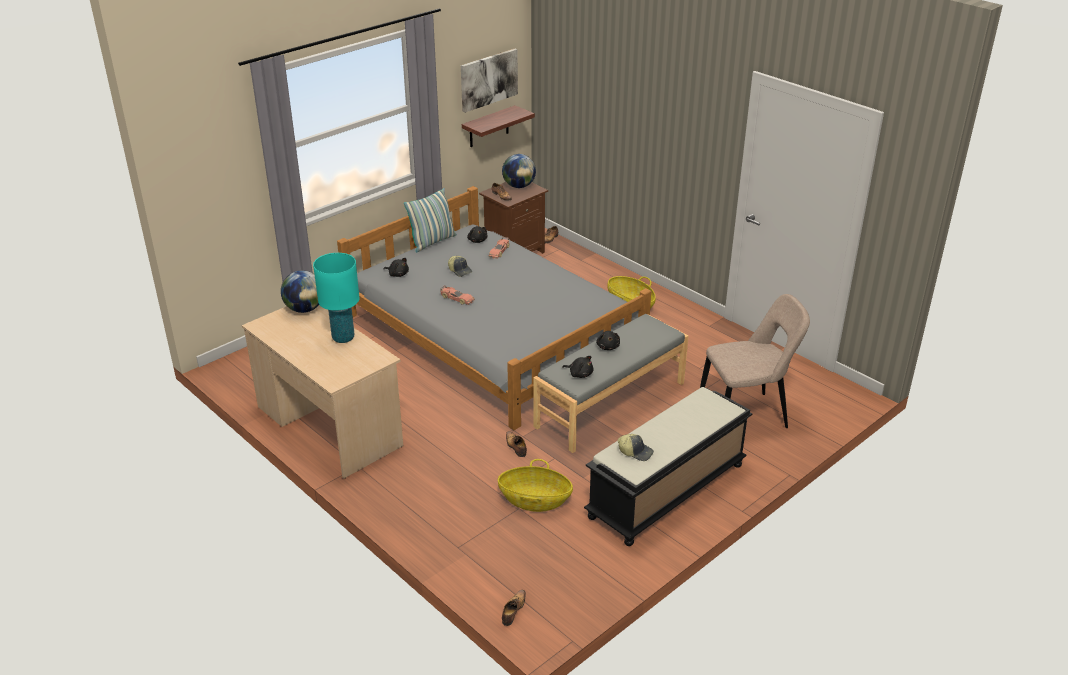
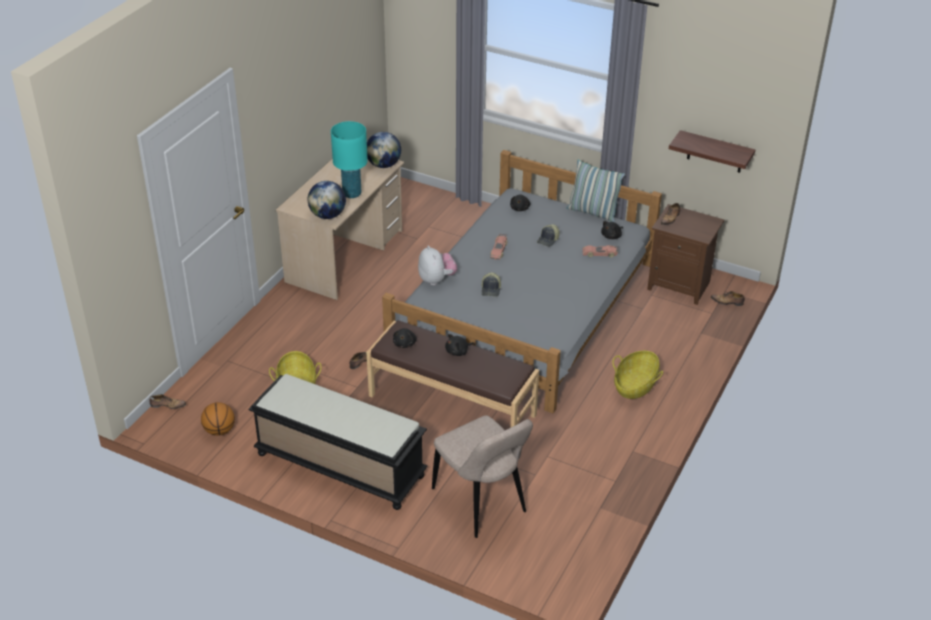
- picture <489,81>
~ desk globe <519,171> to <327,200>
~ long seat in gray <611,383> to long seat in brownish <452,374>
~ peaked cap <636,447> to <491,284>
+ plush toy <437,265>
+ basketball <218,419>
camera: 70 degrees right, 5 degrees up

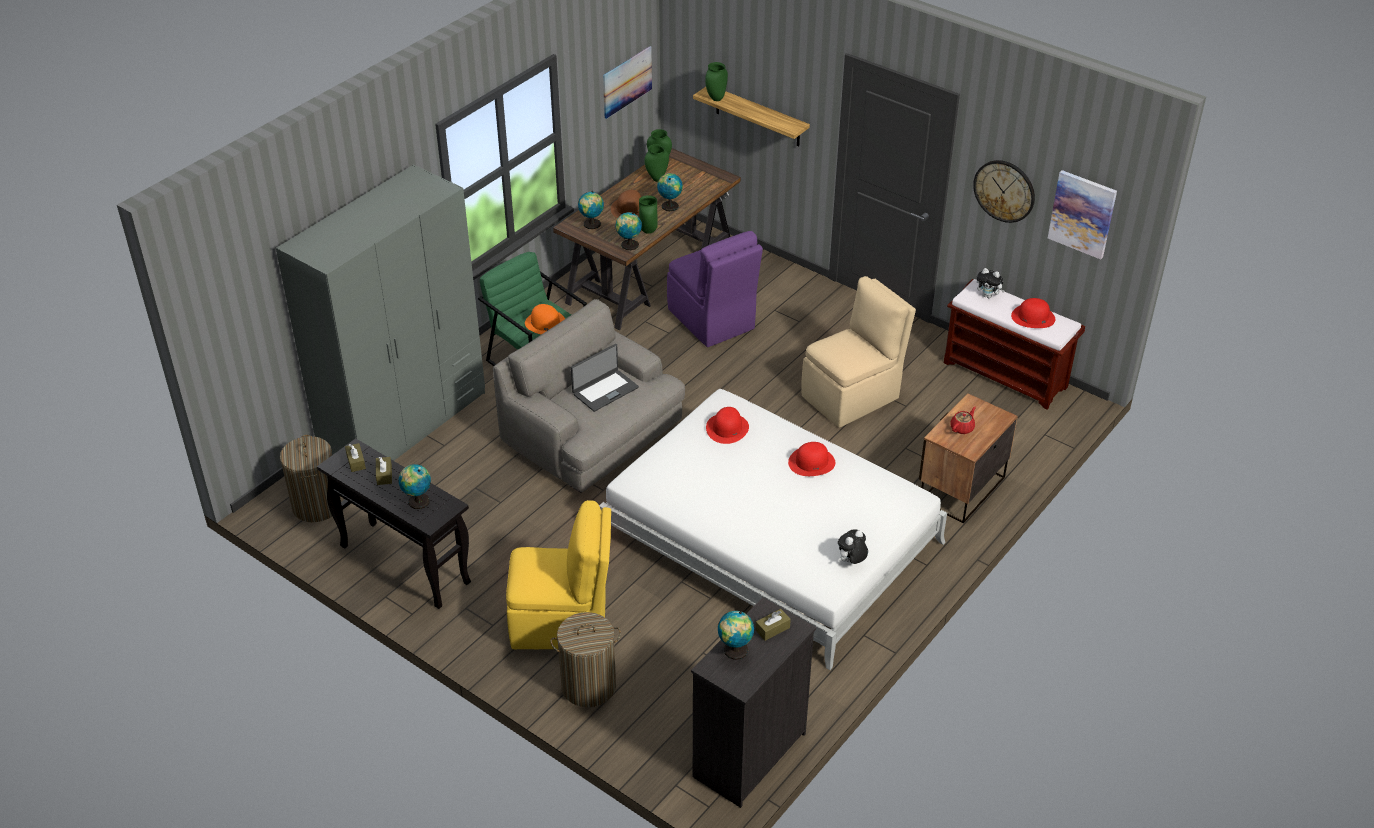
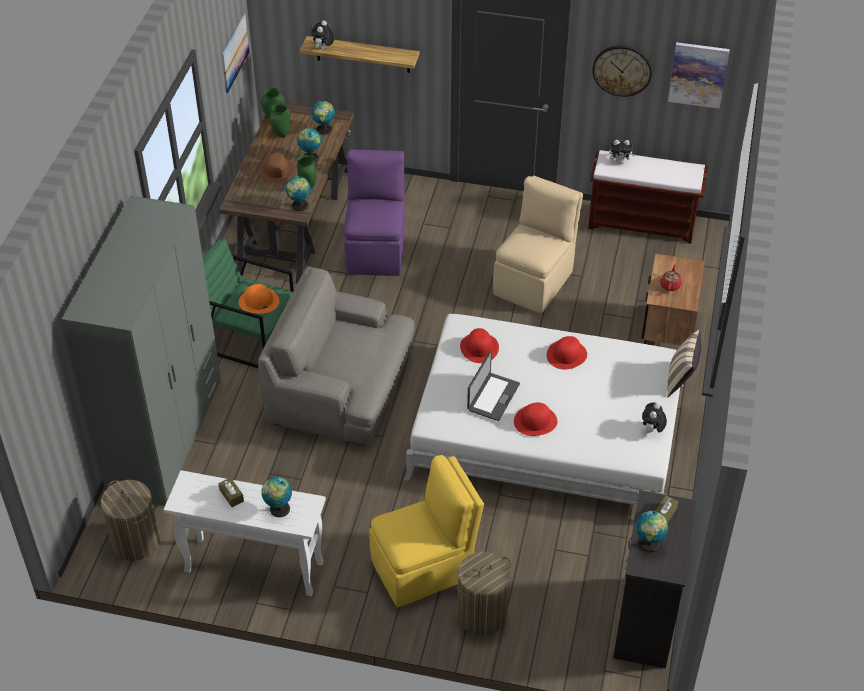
~ vase in green-coloured <716,81> to plush toy <322,34>
~ desk globe <591,210> to <323,117>
~ plain chair in purple-coloured <715,289> = <374,212> 120 degrees counterclockwise
~ wearable hat in reddish <1033,313> to <535,419>
~ portable computer <605,378> to <493,386>
~ hall table in black <394,523> to hall table in white <245,533>
- box of tissues in brownish <355,457>
+ throw pillow in beige-coloured <684,363>
camera: 25 degrees left, 5 degrees up

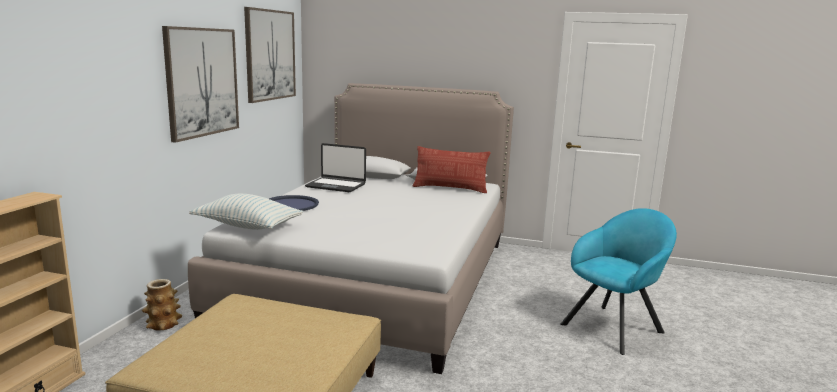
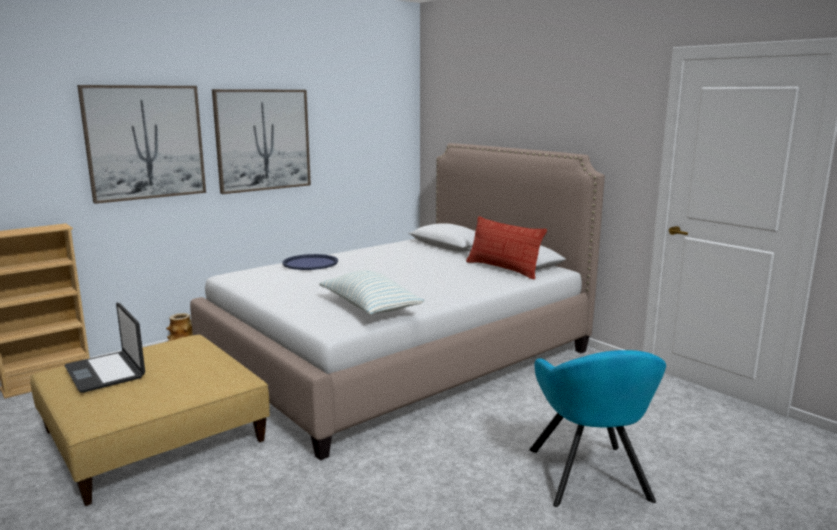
~ picture <270,55> to <141,144>
~ portable computer <335,167> to <105,348>
~ throw pillow <246,212> to <371,292>
~ easy chair in turquoise-coloured <619,281> = <597,428> 90 degrees clockwise
camera: 35 degrees right, 0 degrees up

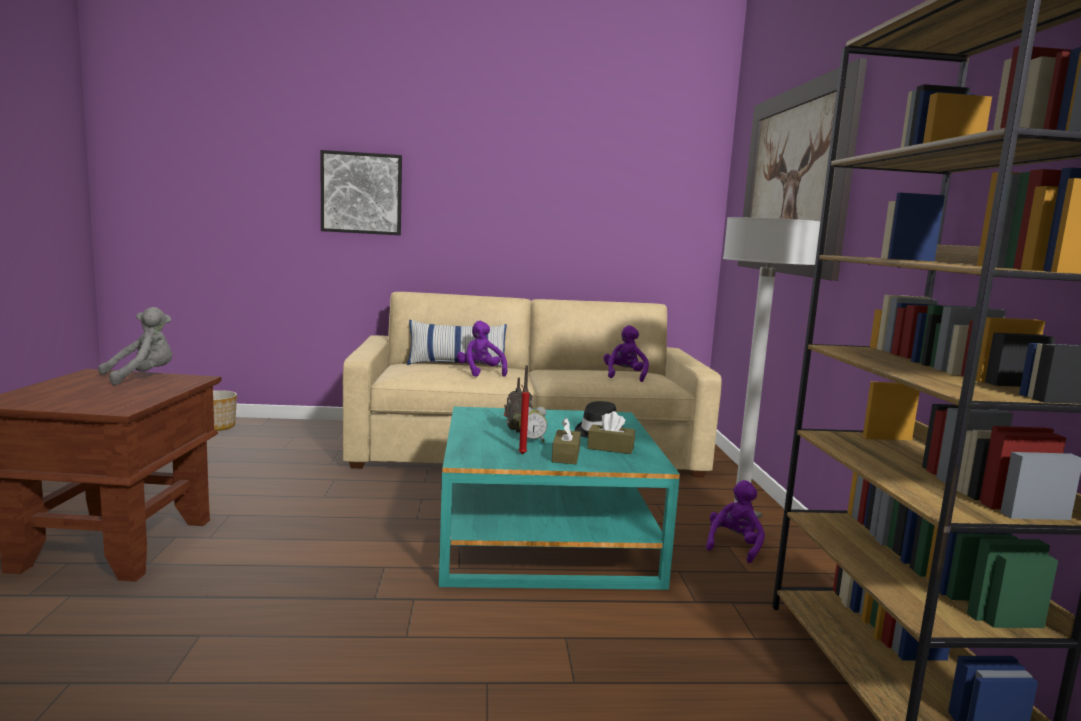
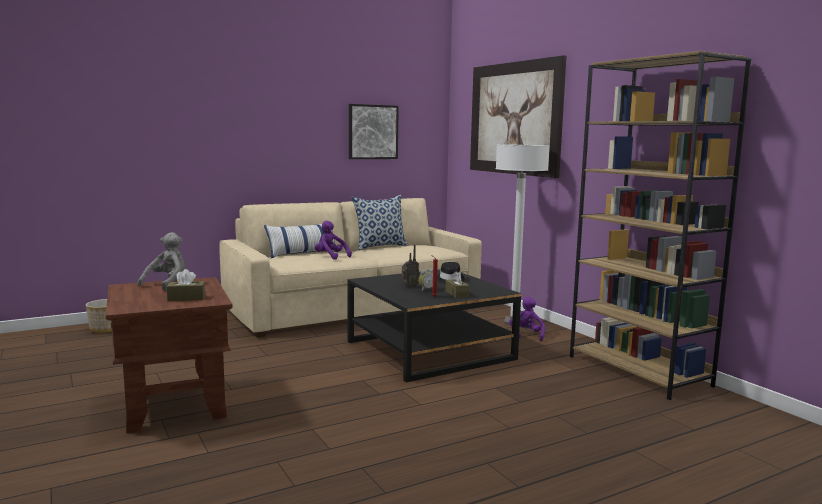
~ picture <361,192> to <374,131>
- plush toy in purple-coloured <626,353>
~ coffee table in turquoise-coloured <559,498> to coffee table in black <434,325>
~ box of tissues in brownish <611,432> to <186,285>
+ throw pillow <380,222>
camera: 25 degrees left, 0 degrees up

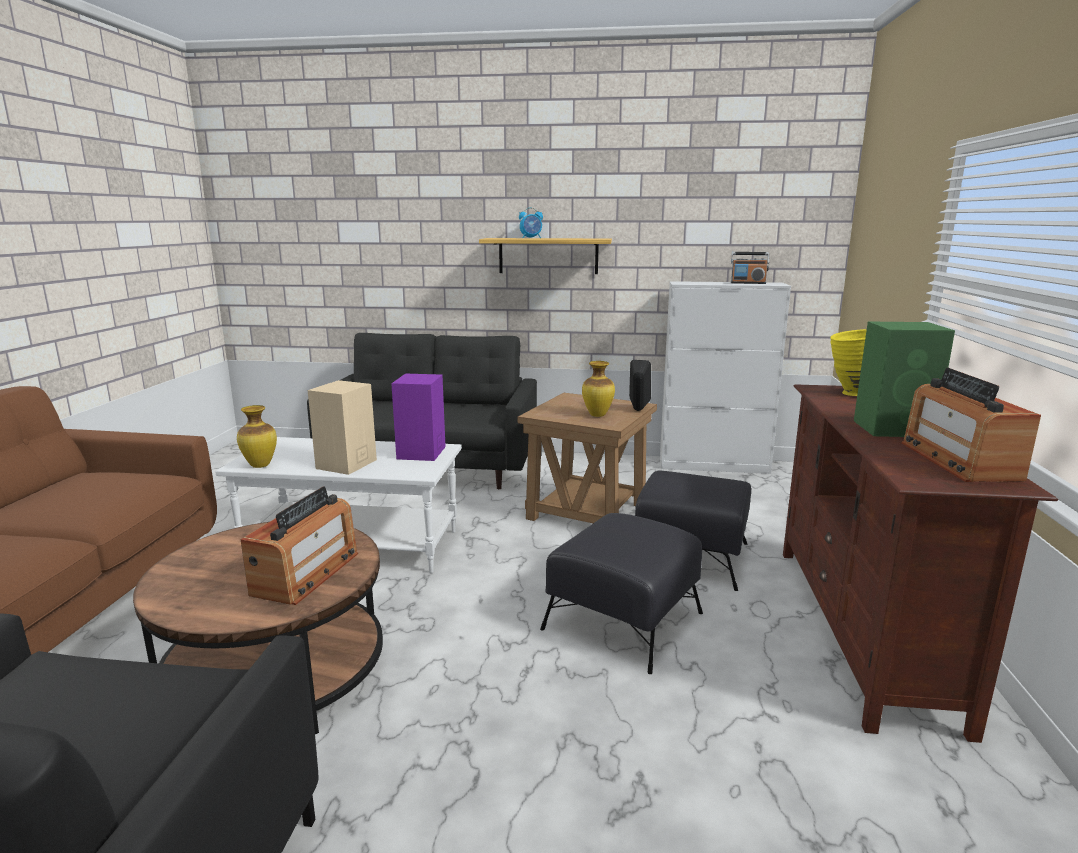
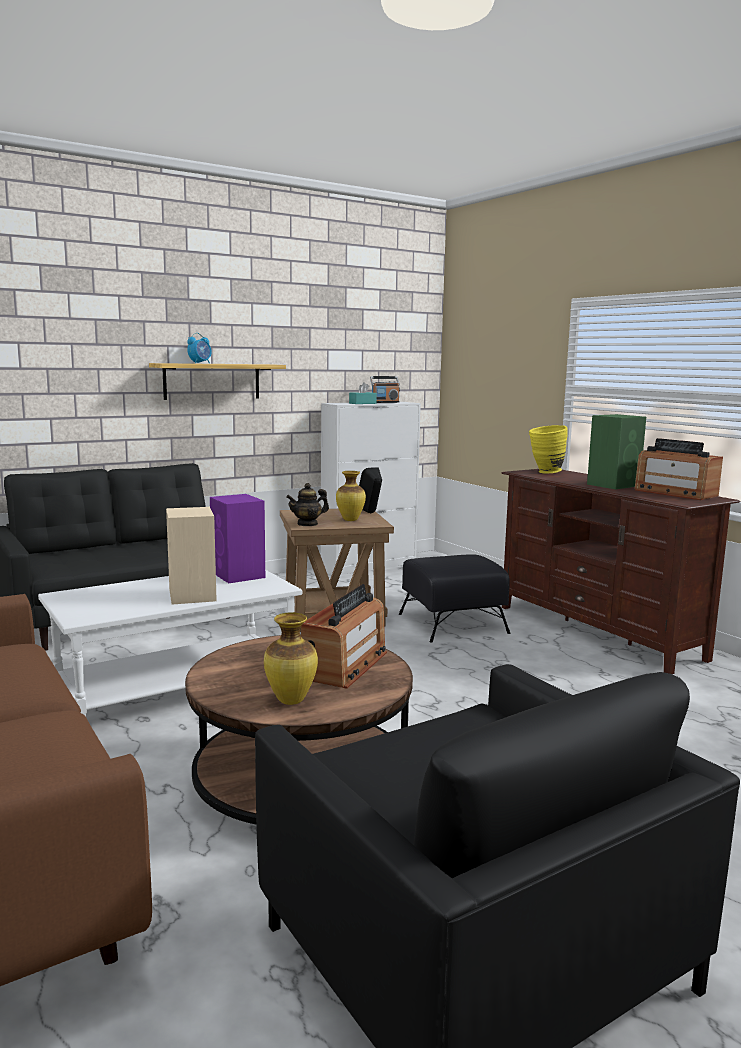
~ vase <257,436> to <291,658>
~ radio receiver <299,545> = <344,636> 45 degrees clockwise
- pouffe in black <621,593>
+ box of tissues in turquoise-coloured <363,393>
+ tea pot <307,504>
camera: 40 degrees left, 5 degrees down

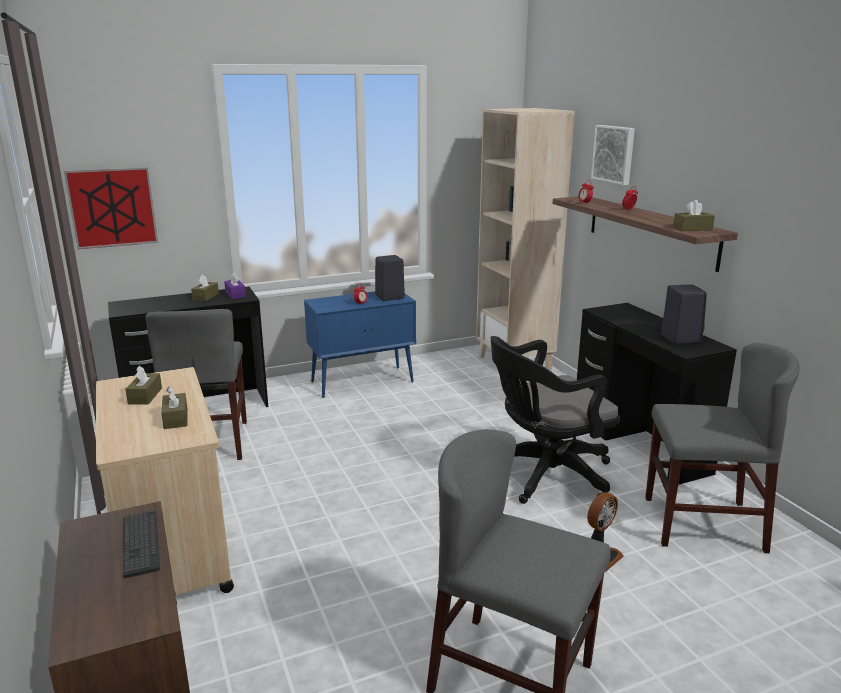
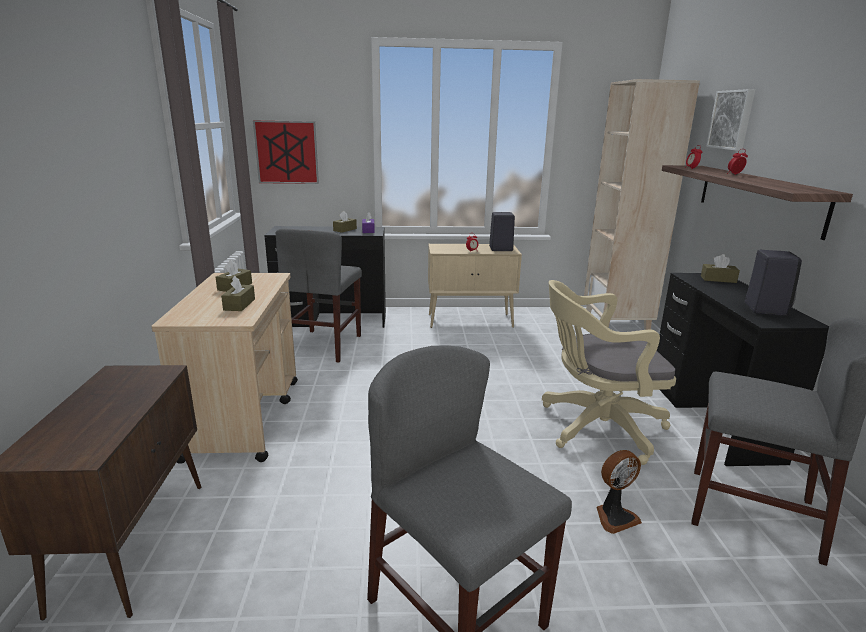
~ box of tissues in brownish <694,215> to <720,268>
~ cabinet in blue-coloured <360,344> to cabinet in beige-coloured <475,286>
~ computer chair in black <555,420> to computer chair in beige-coloured <609,372>
- computer keyboard <141,544>
camera: 20 degrees right, 0 degrees up

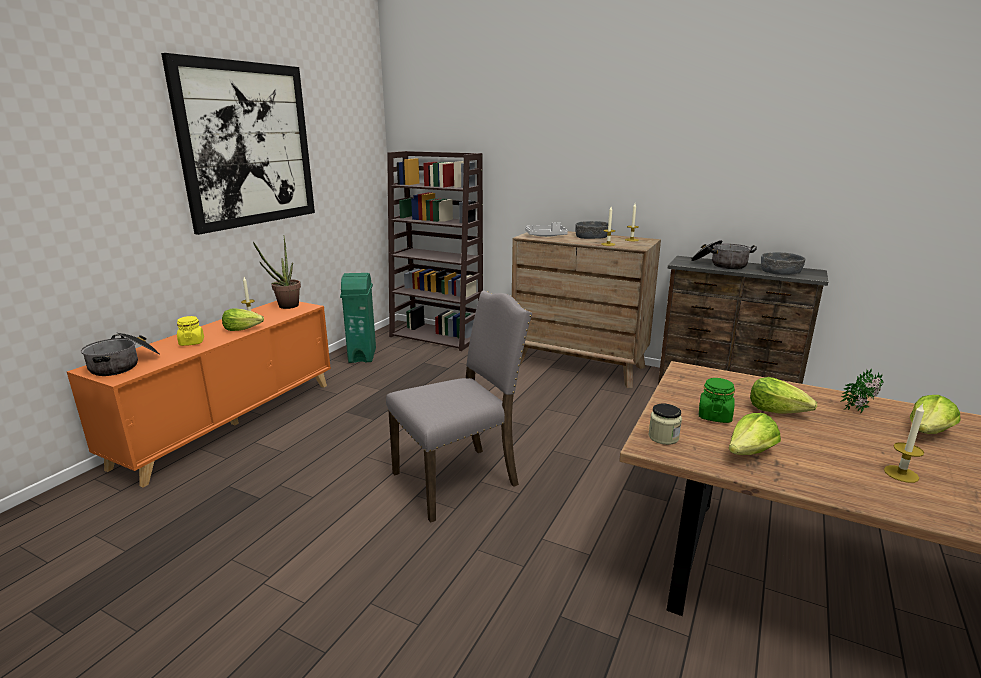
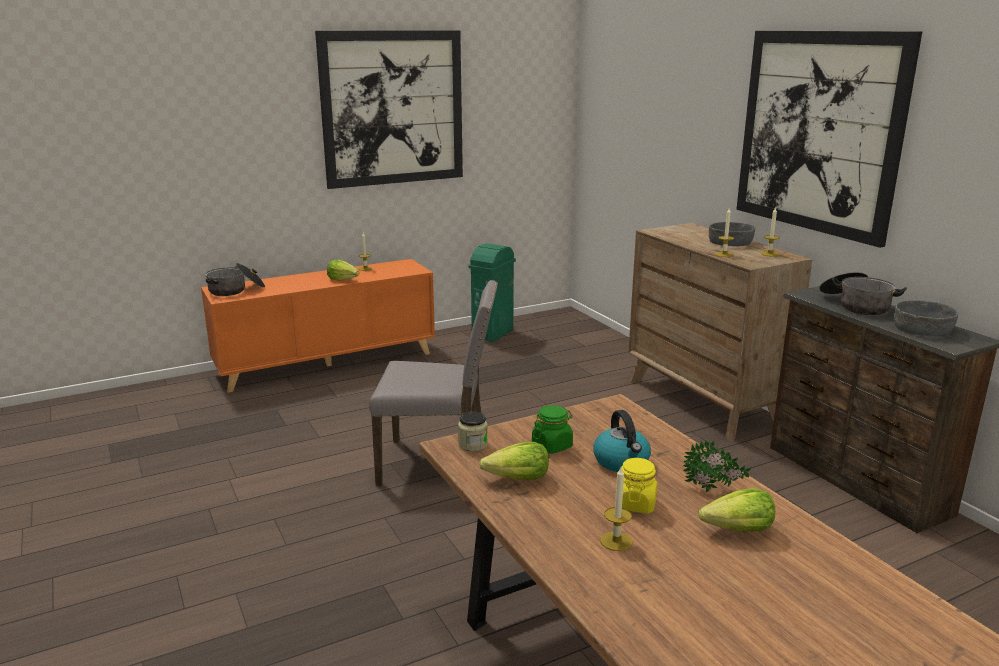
- bookshelf in brownish <435,251>
- carrying tray in gray <546,230>
- houseplant <277,273>
~ jar in yellowish <190,331> to <639,485>
~ head of lettuce <783,395> to kettle <622,441>
+ picture <829,139>
camera: 35 degrees right, 0 degrees up

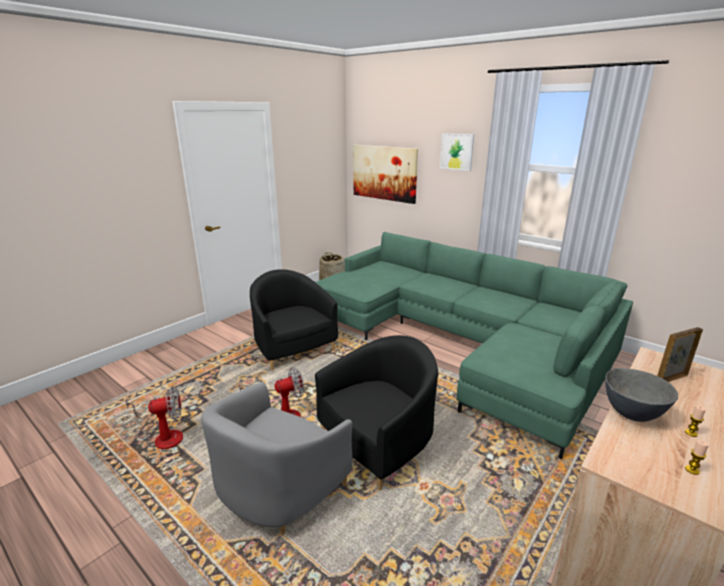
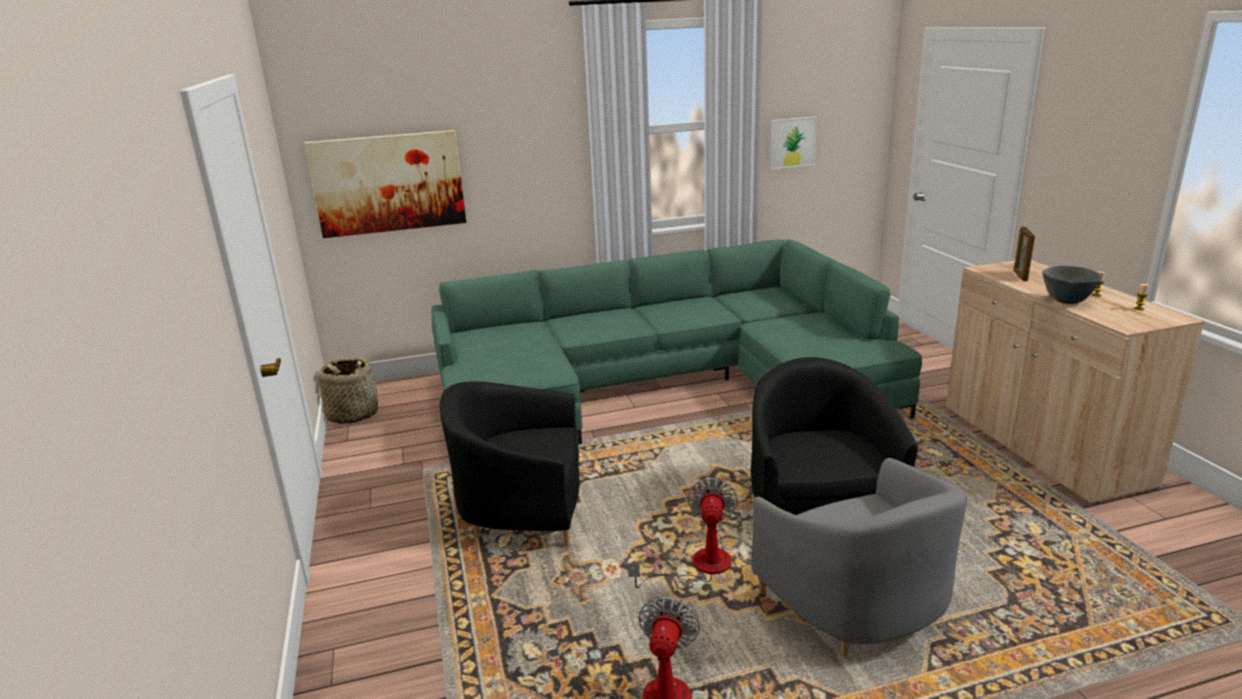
~ picture <457,152> to <793,143>
camera: 55 degrees left, 0 degrees up

